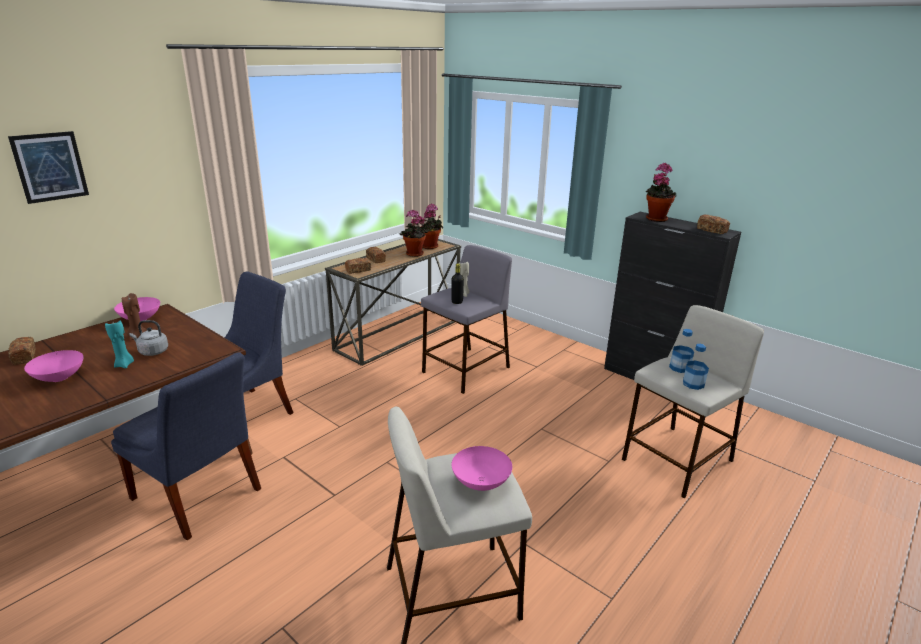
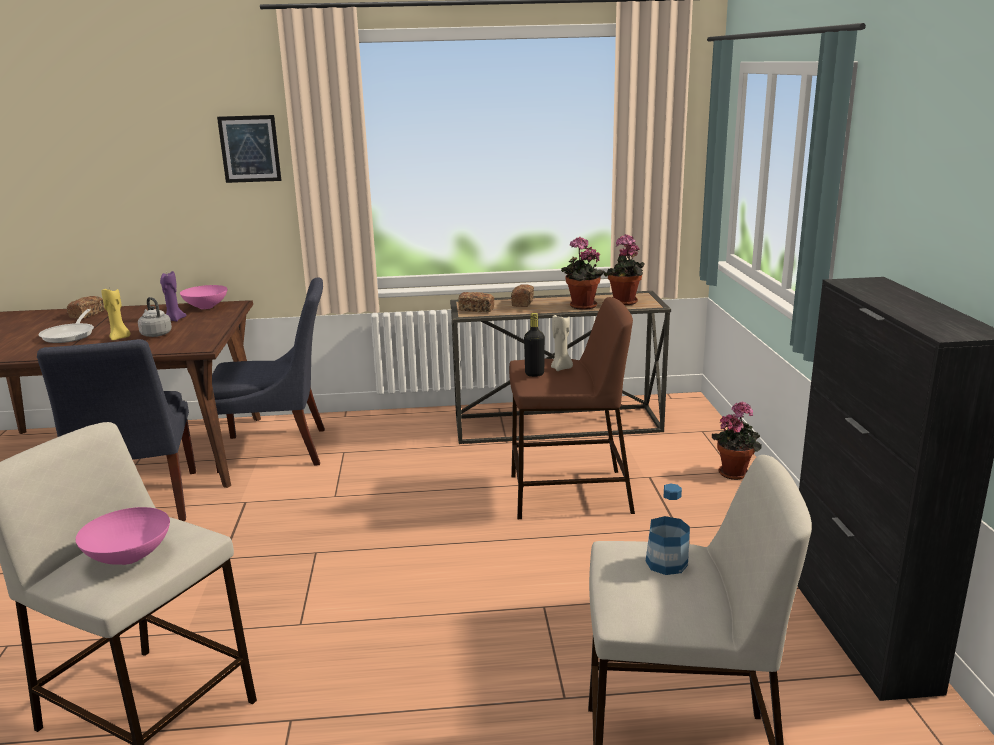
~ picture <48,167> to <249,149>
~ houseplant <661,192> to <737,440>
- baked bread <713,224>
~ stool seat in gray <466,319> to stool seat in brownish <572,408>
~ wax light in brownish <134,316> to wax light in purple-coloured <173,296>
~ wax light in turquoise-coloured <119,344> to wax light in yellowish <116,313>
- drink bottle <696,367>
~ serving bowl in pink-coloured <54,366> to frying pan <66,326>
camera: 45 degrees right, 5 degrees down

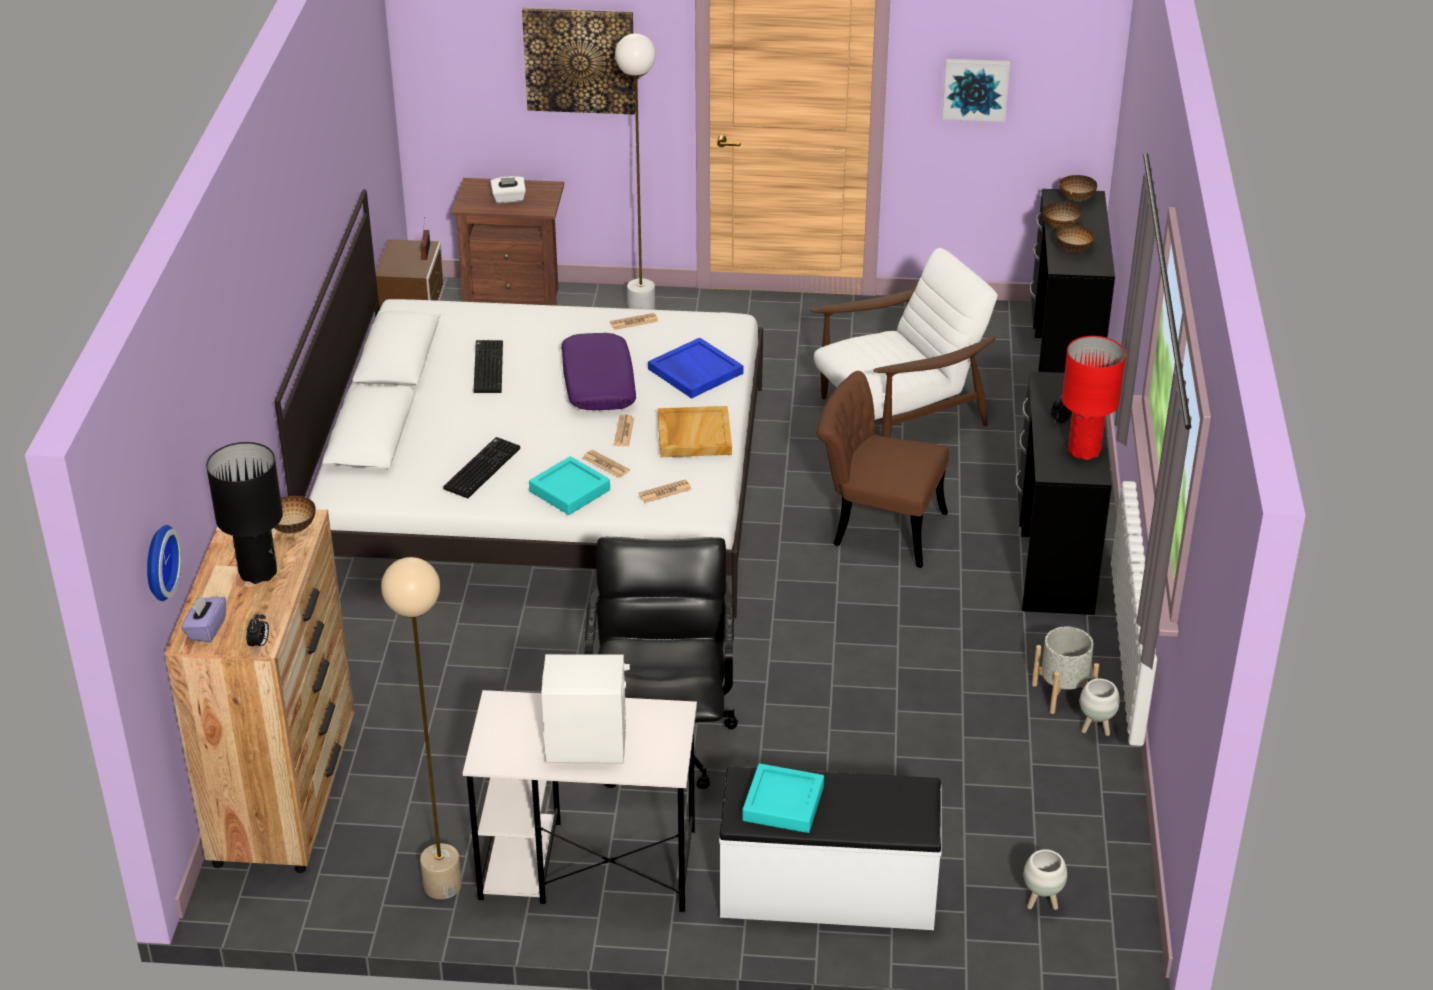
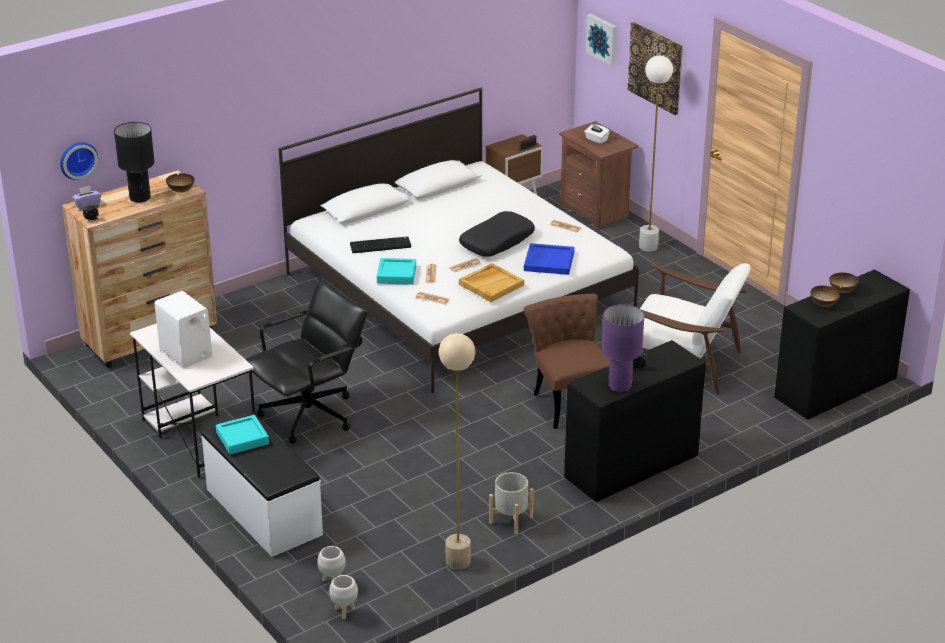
~ picture <976,90> to <601,40>
- serving bowl <1078,188>
~ throw pillow in purple-coloured <598,371> to throw pillow in black <497,234>
~ lamp for a table in reddish <1094,398> to lamp for a table in purple-coloured <623,348>
- computer keyboard <488,366>
~ floor lamp in beige-coloured <421,728> to <457,451>
~ plant pot in white <1100,707> to <343,597>
camera: 50 degrees right, 5 degrees down

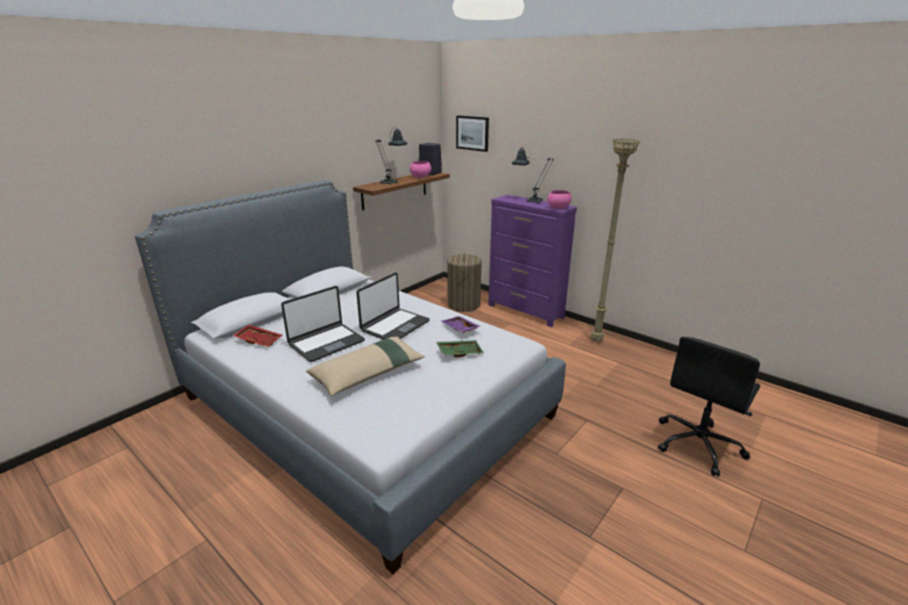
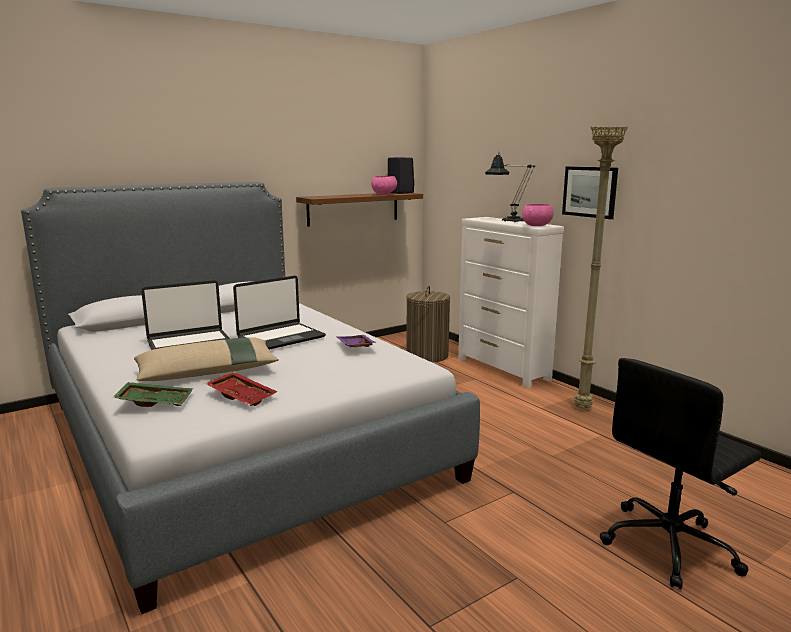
~ picture <472,134> to <590,192>
- lamp for a table <391,156>
~ chest of drawers in purple-coloured <532,261> to chest of drawers in white <511,302>
~ carrying tray in reddish <257,336> to <241,389>
~ carrying tray in green-coloured <460,348> to <152,394>
camera: 15 degrees right, 10 degrees down

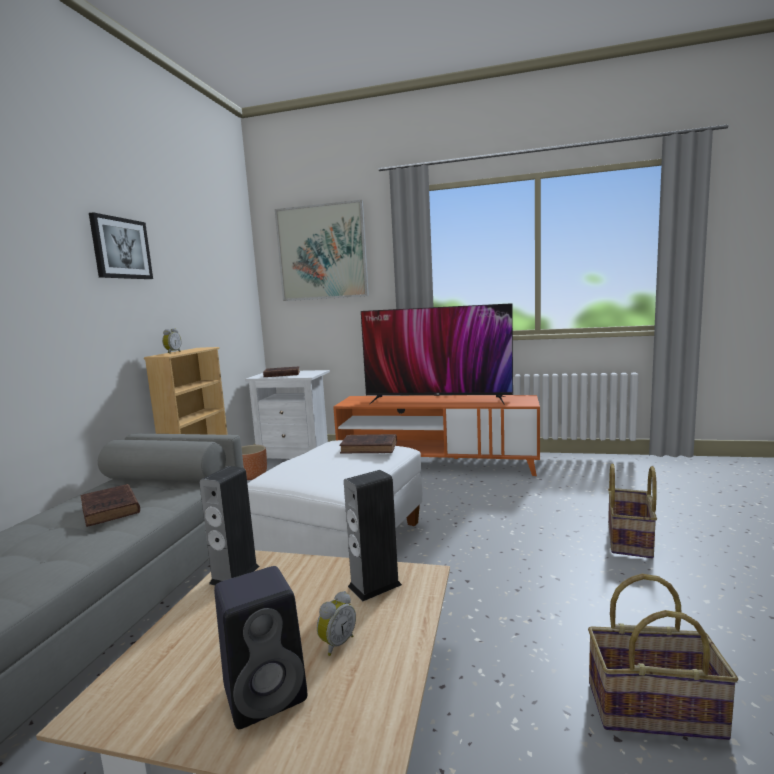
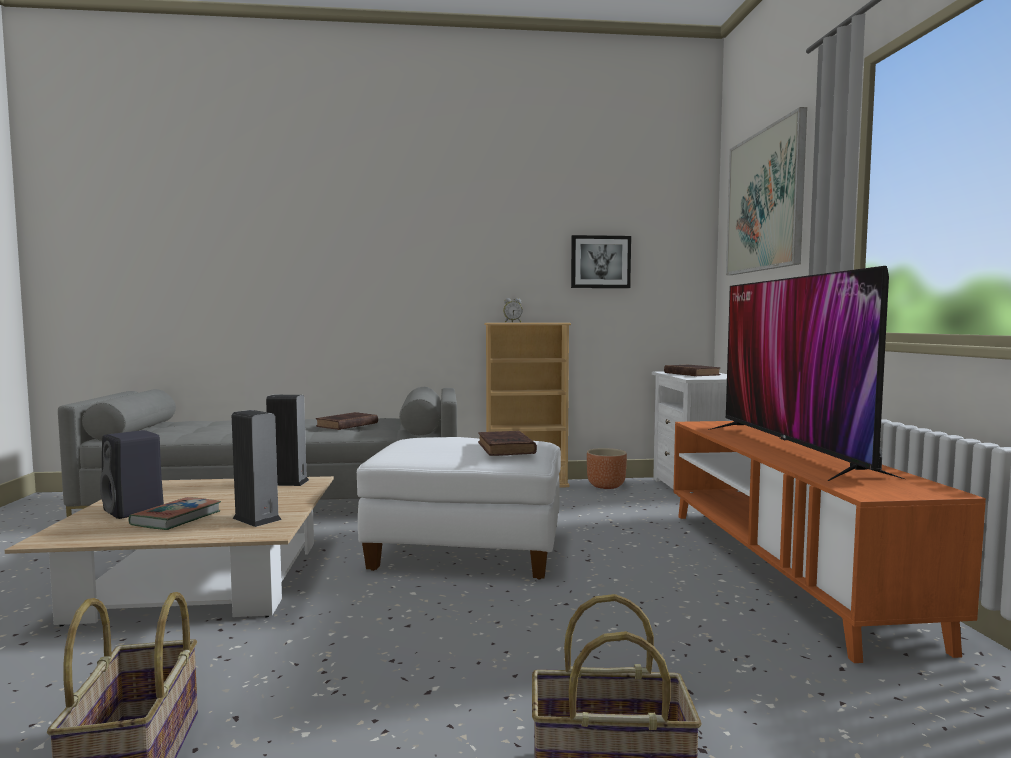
~ picture <121,245> to <601,261>
~ bedside clock <336,623> to bound book <174,513>
camera: 70 degrees right, 5 degrees down

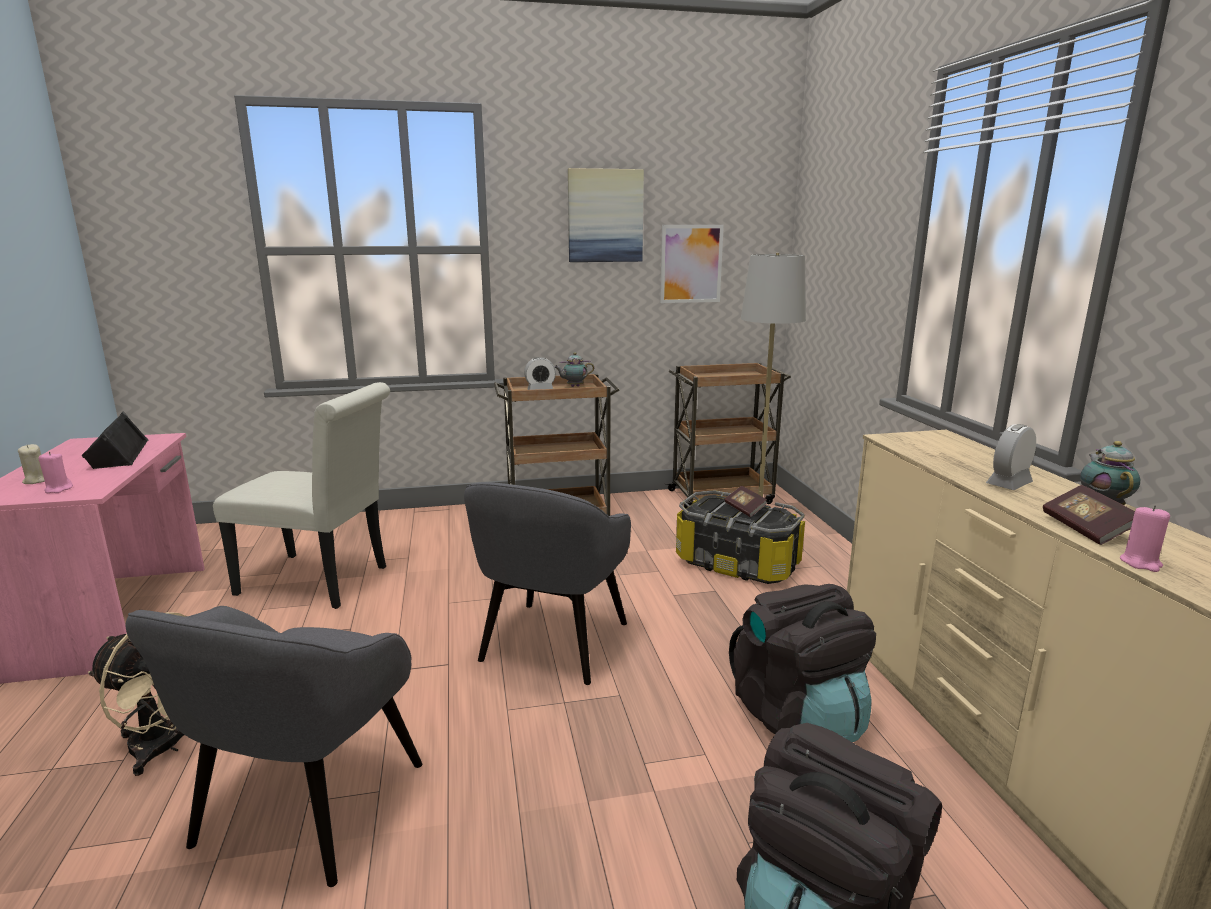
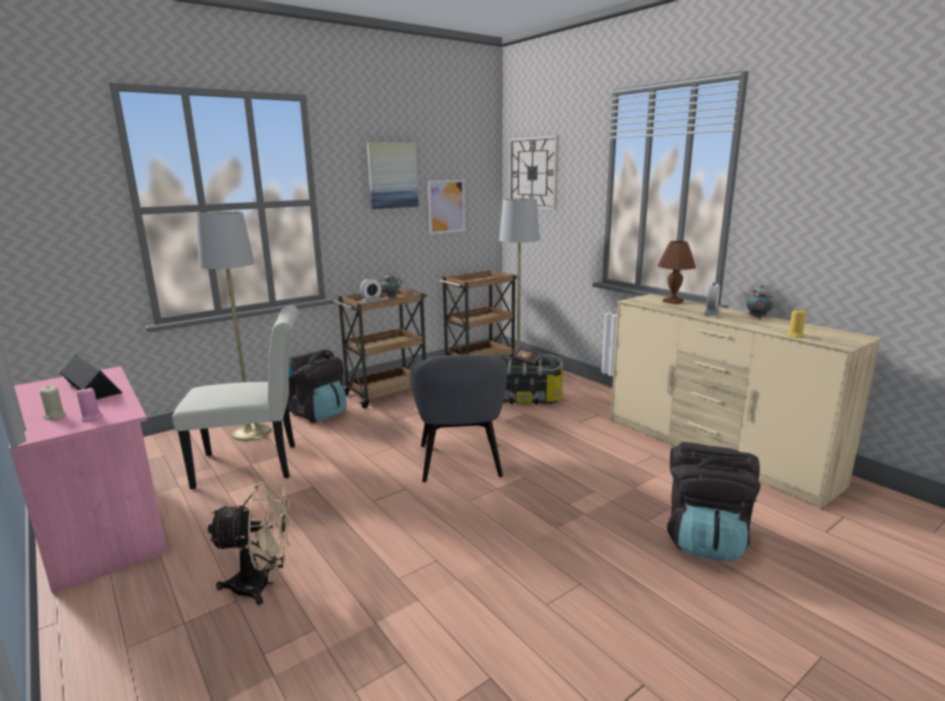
- bound book <1089,515>
~ wax light in pink-coloured <1145,538> to wax light in yellowish <796,324>
~ backpack in black <802,663> to <317,386>
- easy chair in gray <274,746>
+ wall clock <534,172>
+ floor lamp in gray <233,326>
+ lamp for a table in brownish <676,272>
camera: 25 degrees left, 0 degrees up

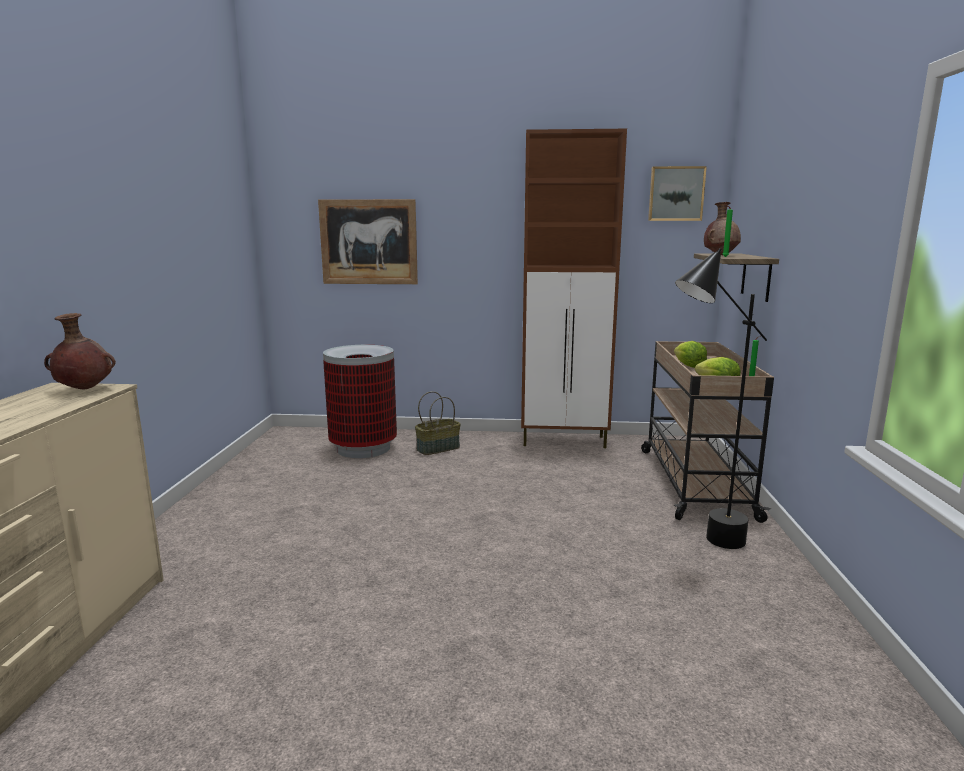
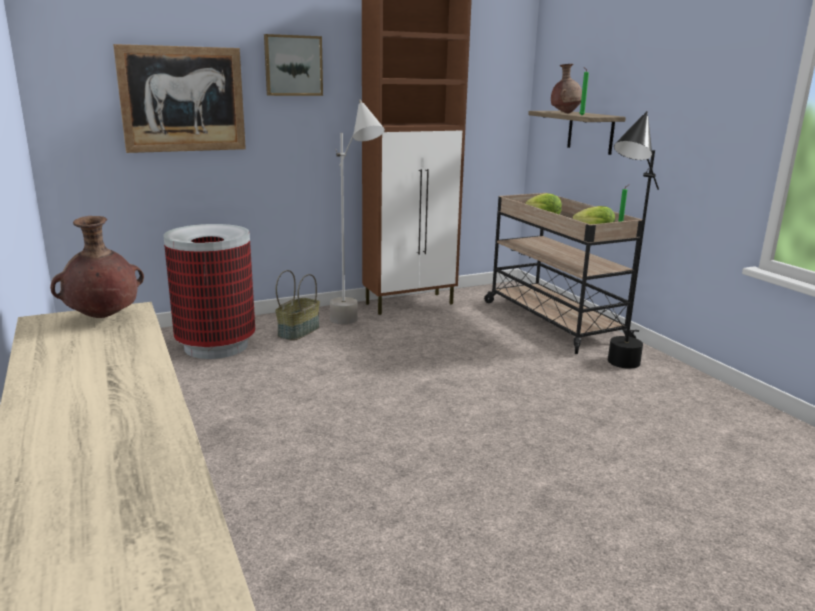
~ picture <677,193> to <293,65>
+ floor lamp in gray <357,212>
camera: 30 degrees left, 5 degrees up

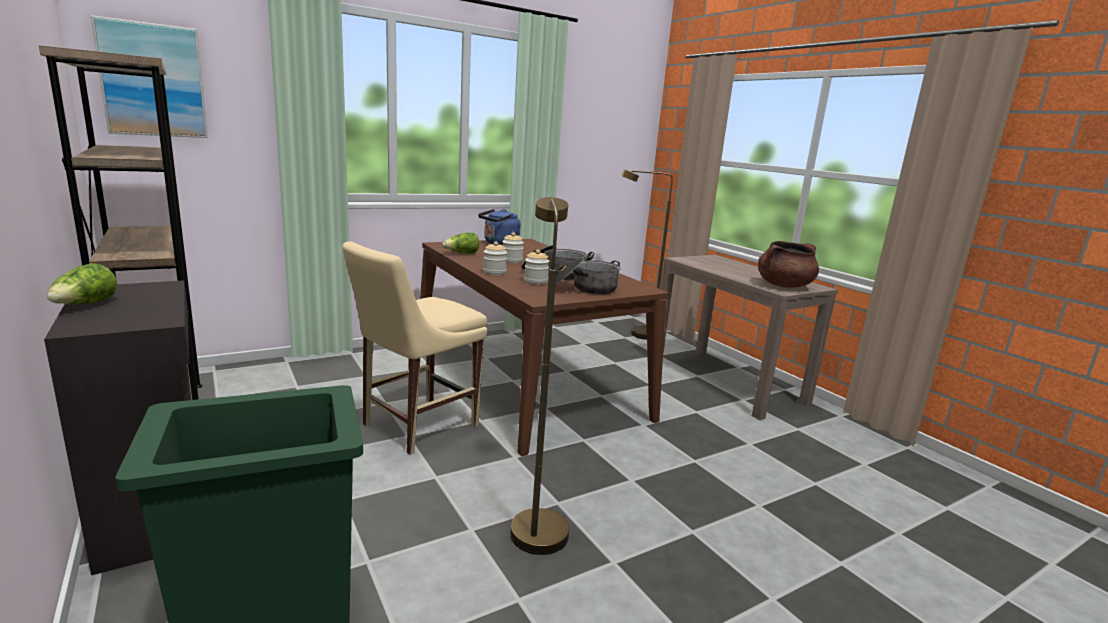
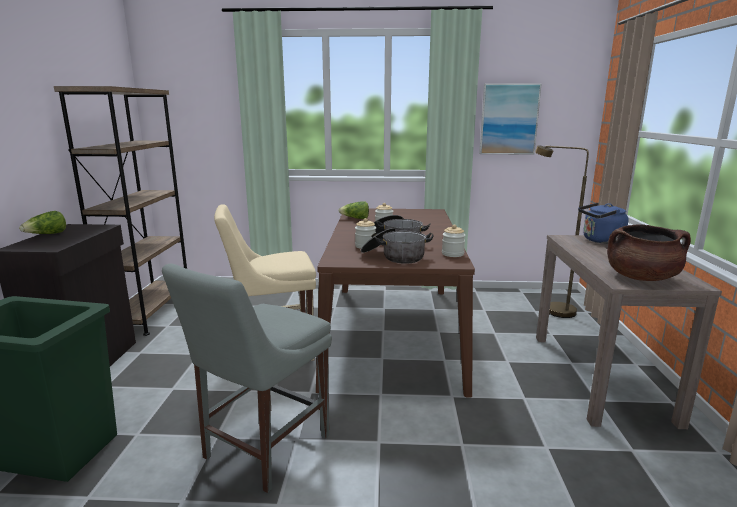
~ picture <149,76> to <510,118>
~ floor lamp in brownish <540,376> to plain chair in gray <247,378>
~ kettle in blue-coloured <499,227> to <603,223>
~ jar <495,258> to <453,241>
camera: 35 degrees right, 0 degrees up

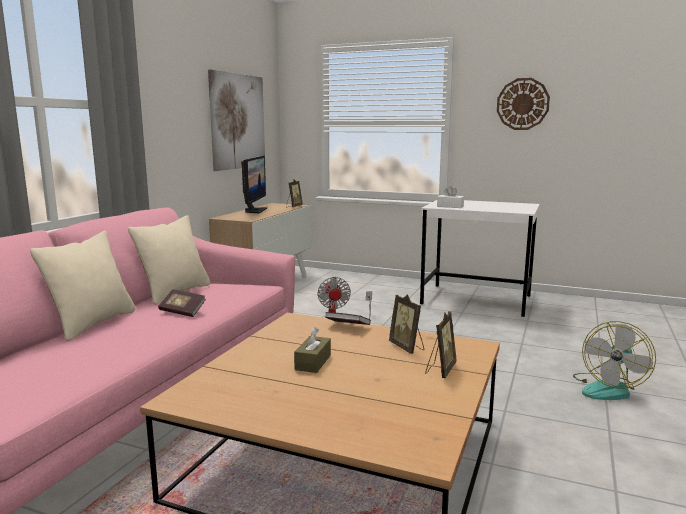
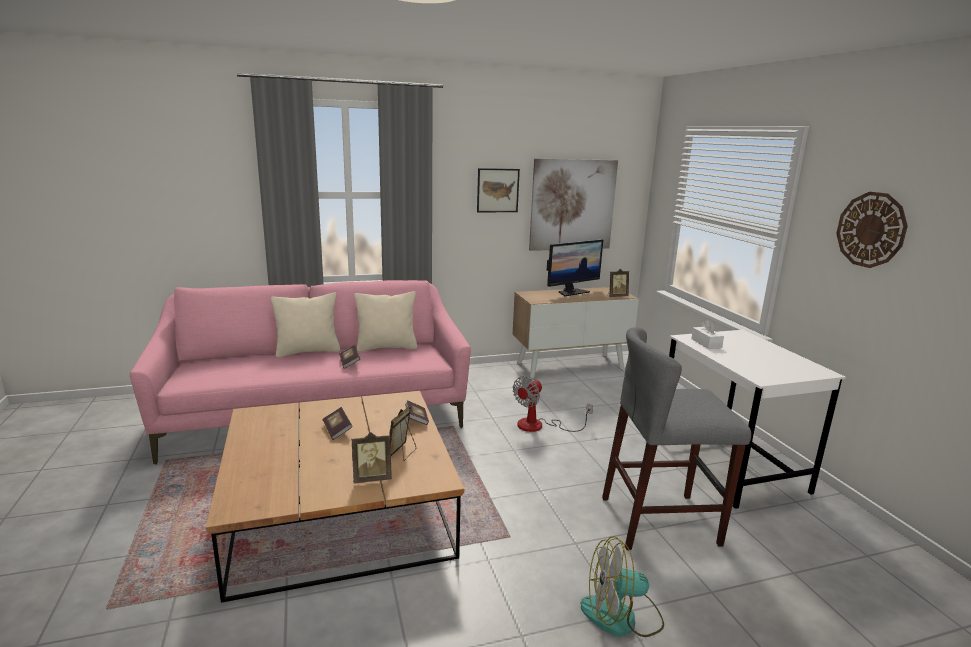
~ box of tissues in brownish <312,350> to bound book <337,423>
+ picture <498,190>
+ stool seat in gray <676,438>
camera: 50 degrees right, 5 degrees up

